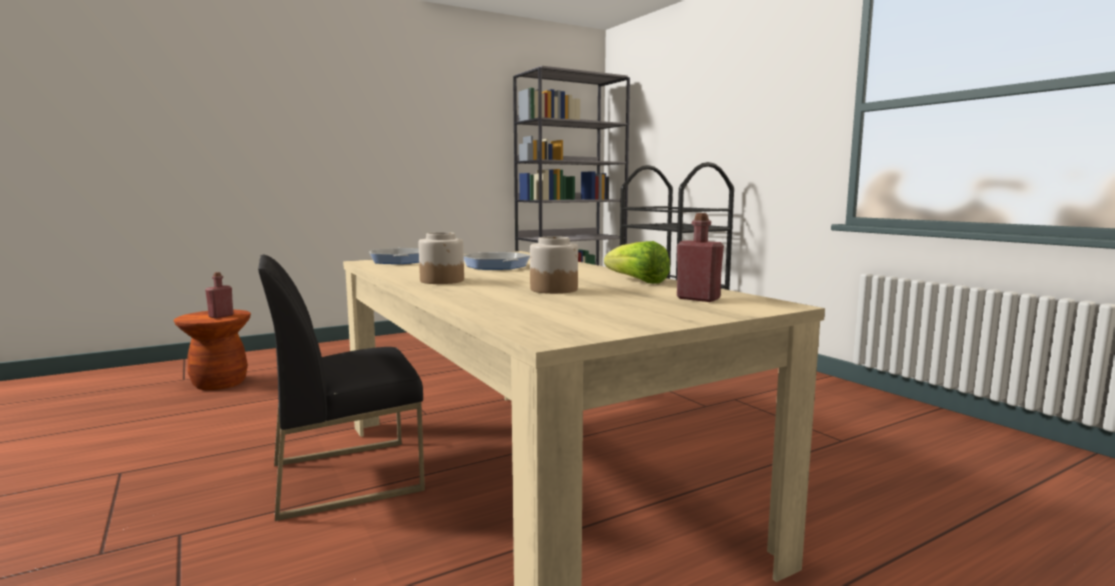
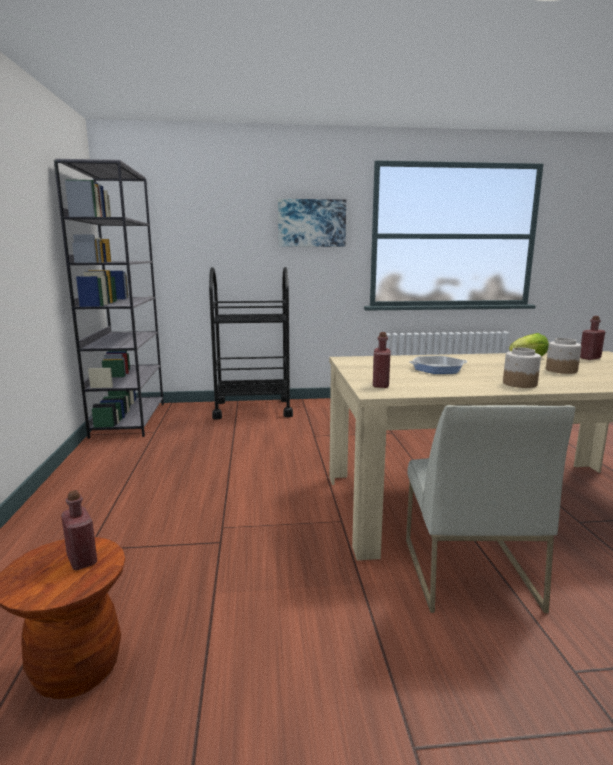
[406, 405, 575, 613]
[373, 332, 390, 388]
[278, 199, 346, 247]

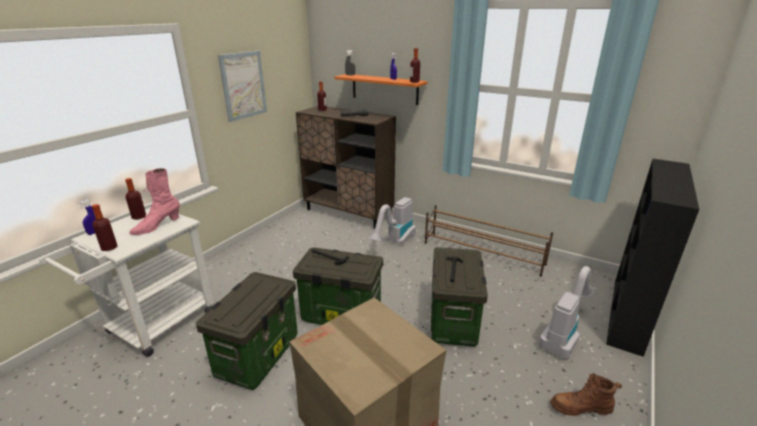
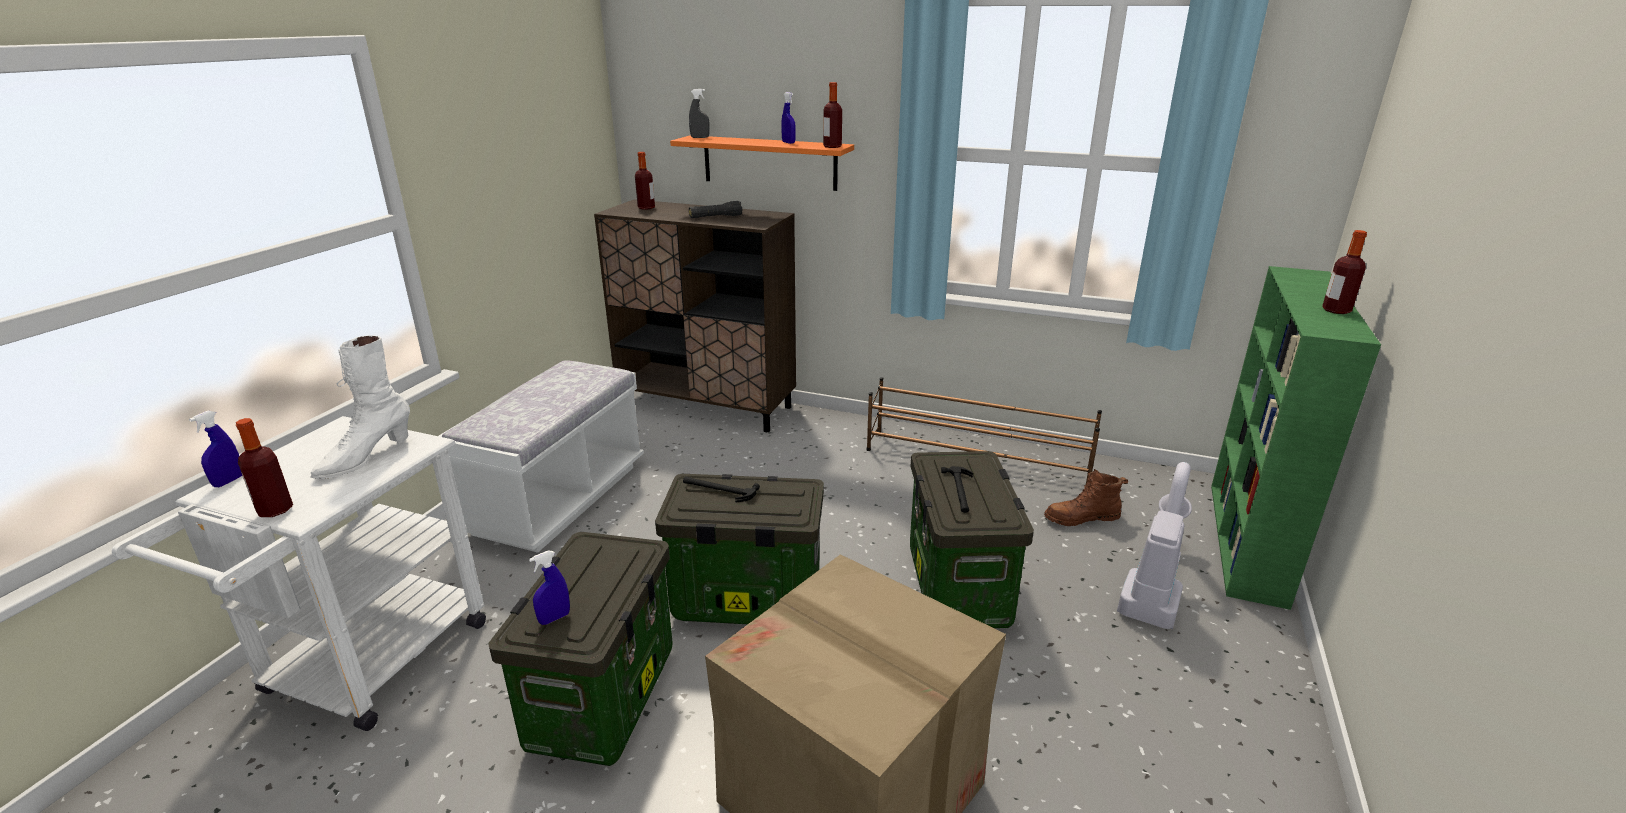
[1322, 230, 1367, 314]
[310, 336, 410, 479]
[218, 51, 267, 122] (first image)
[369, 197, 416, 244] (first image)
[1044, 469, 1128, 526]
[1211, 266, 1381, 610]
[439, 360, 644, 553]
[529, 551, 570, 625]

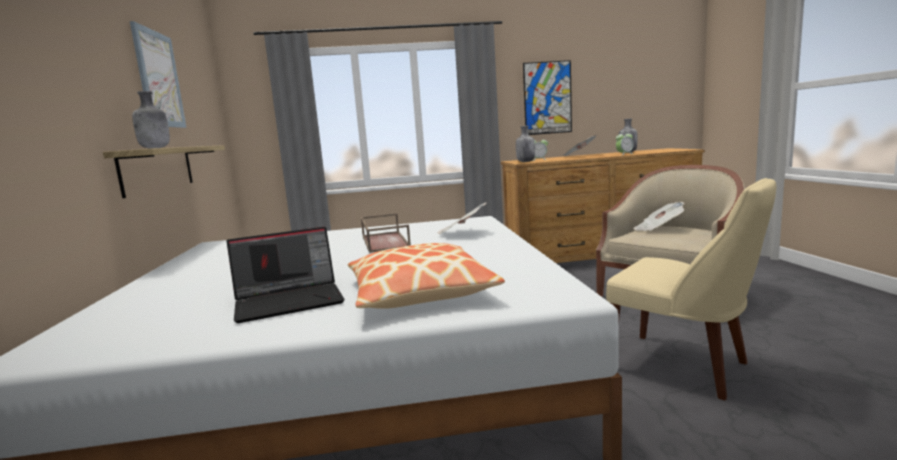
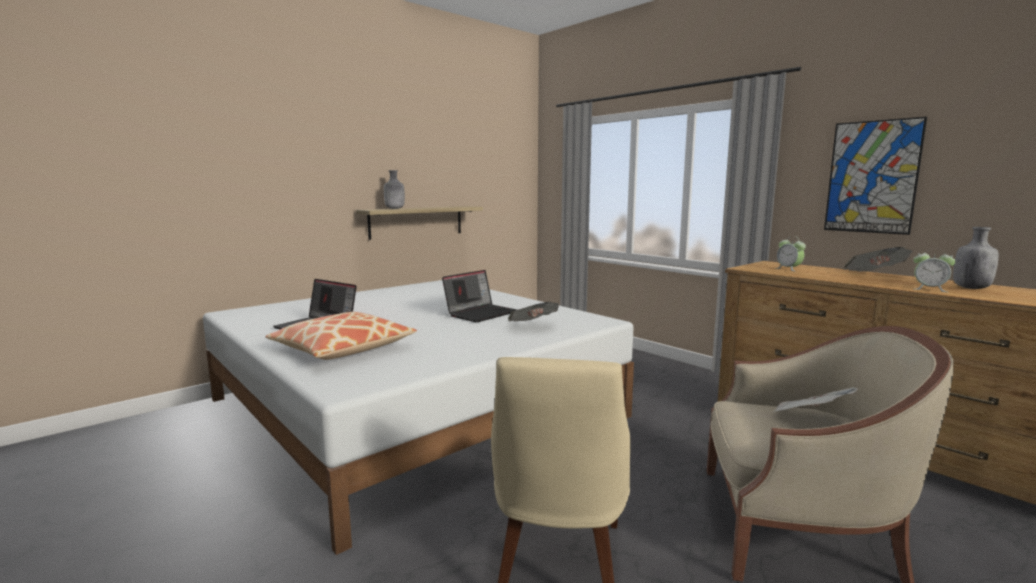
[130, 21, 186, 128] (first image)
[442, 270, 517, 322]
[516, 126, 535, 162] (first image)

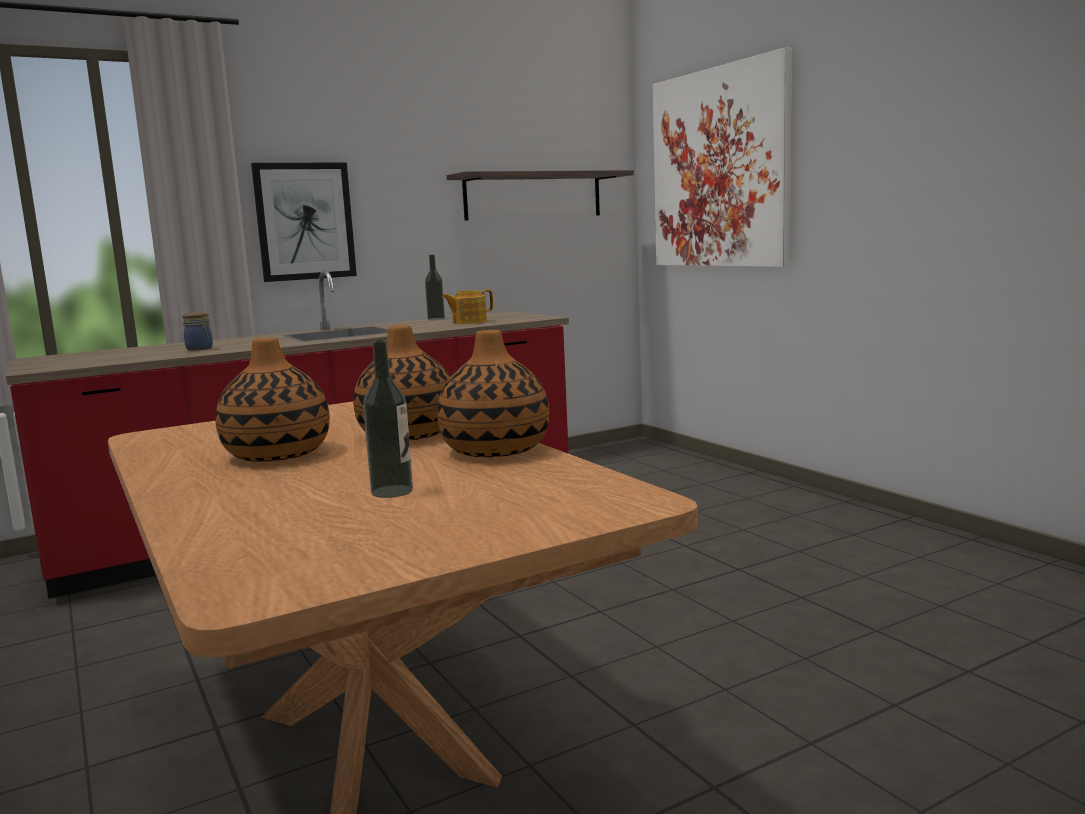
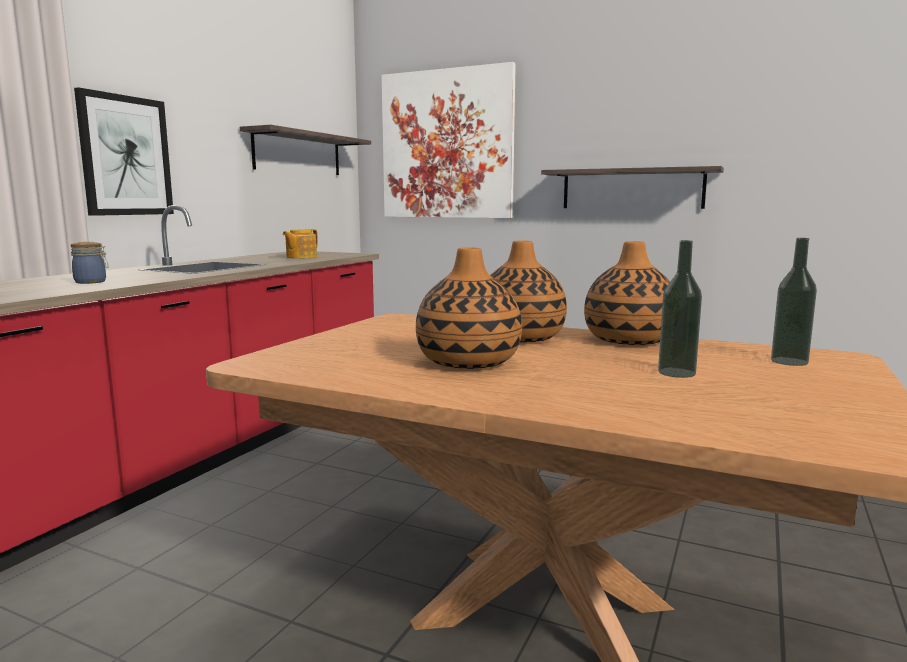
[771, 238, 817, 366]
[541, 166, 724, 209]

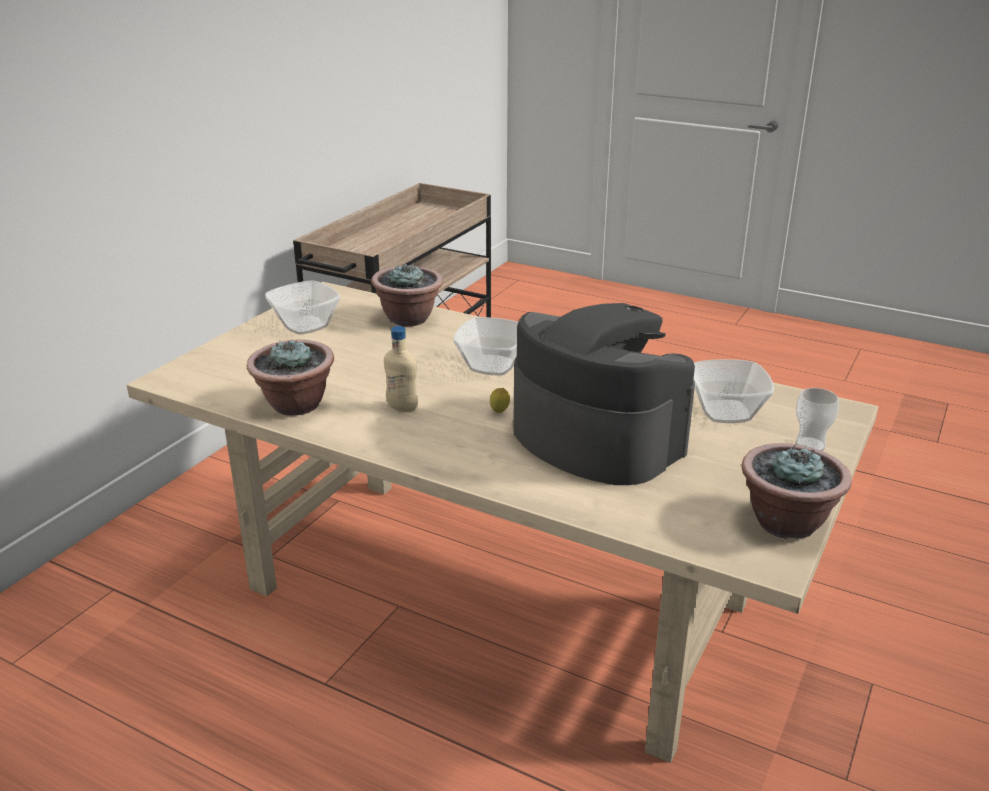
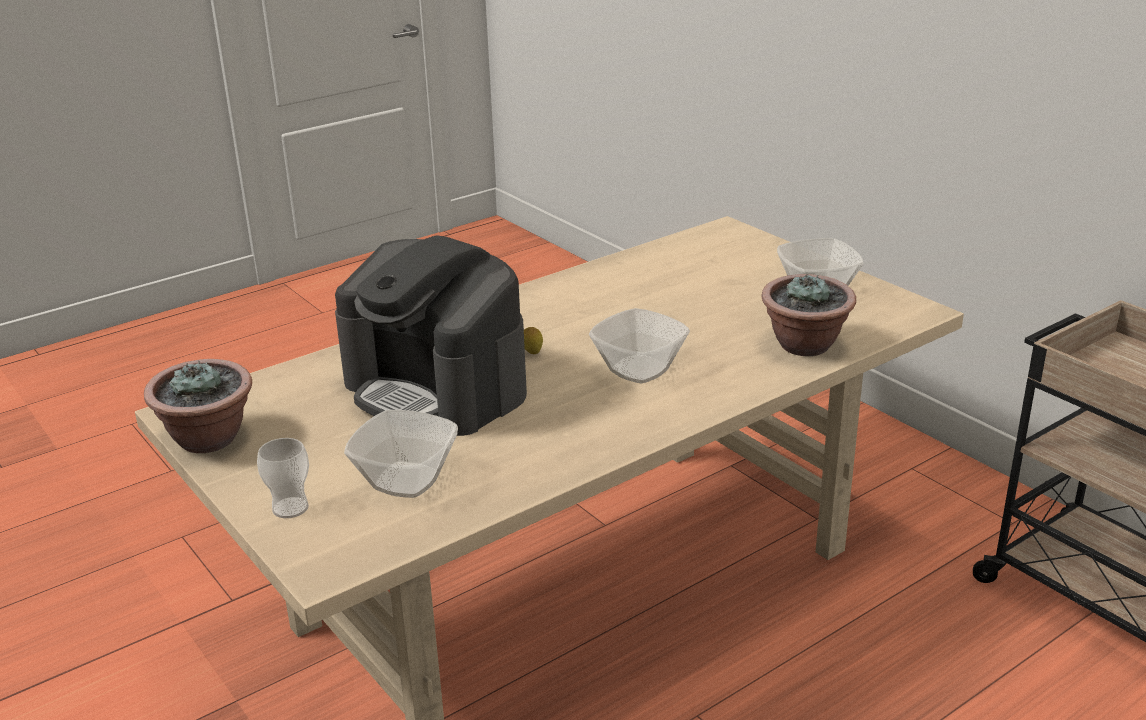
[247, 339, 334, 416] (first image)
[384, 326, 418, 412] (first image)
[335, 235, 527, 436]

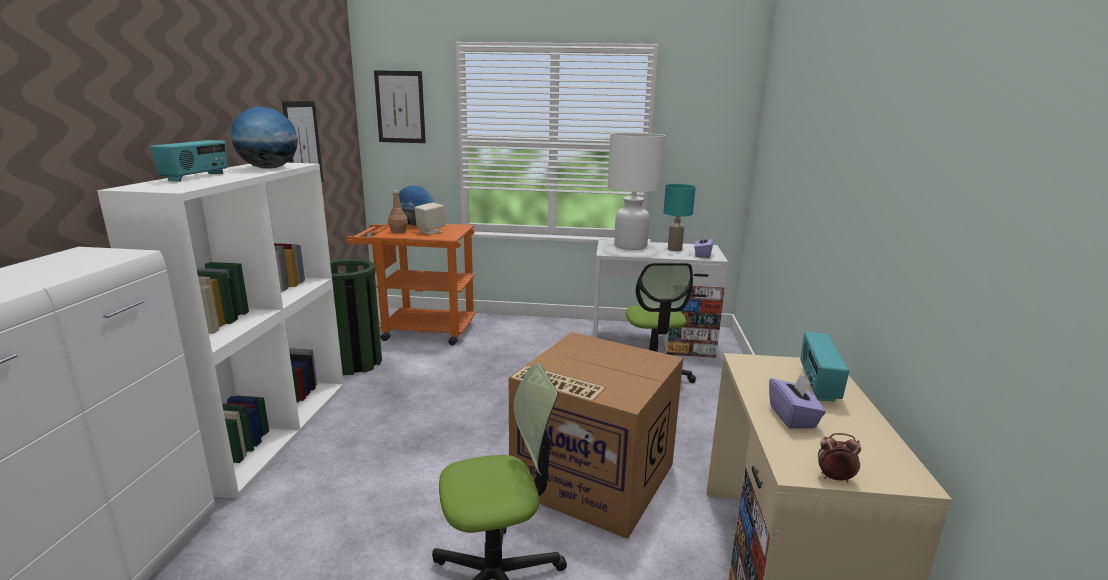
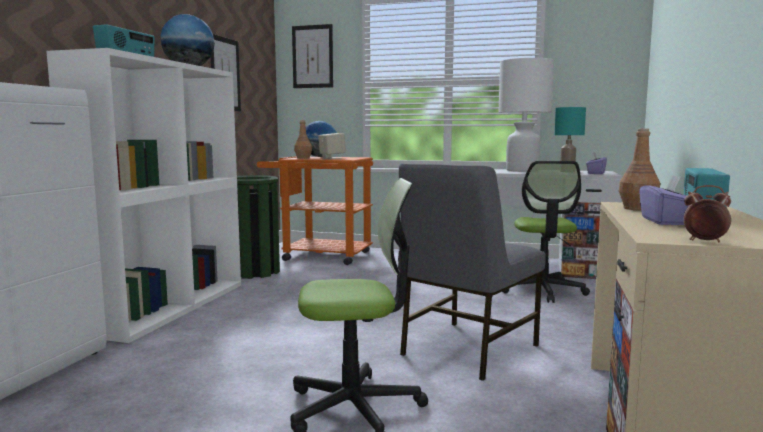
[399, 164, 546, 381]
[619, 128, 660, 211]

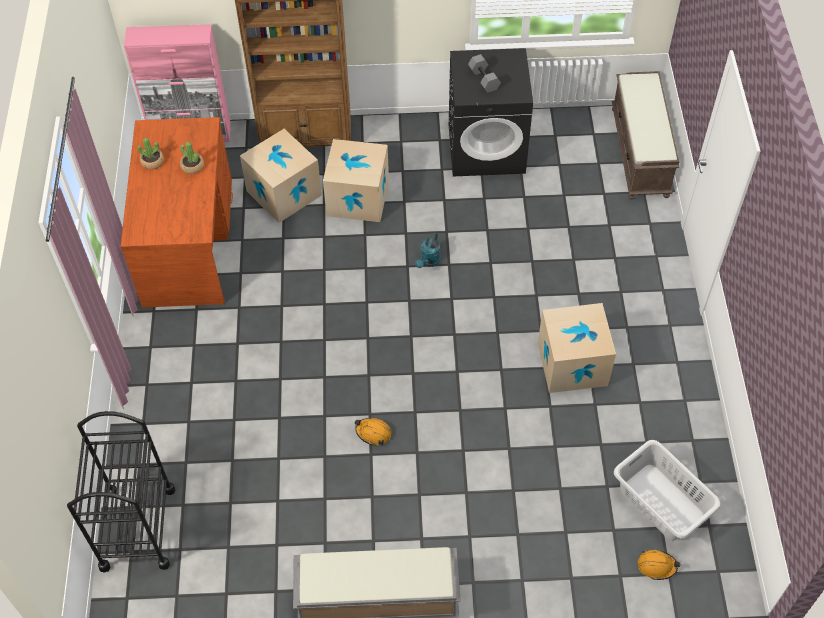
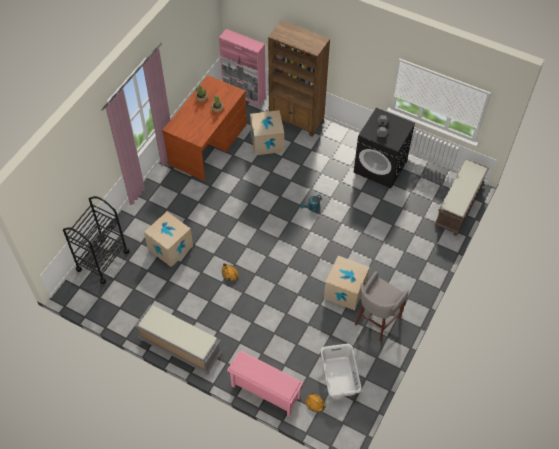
[144, 212, 193, 267]
[227, 350, 303, 417]
[355, 271, 409, 341]

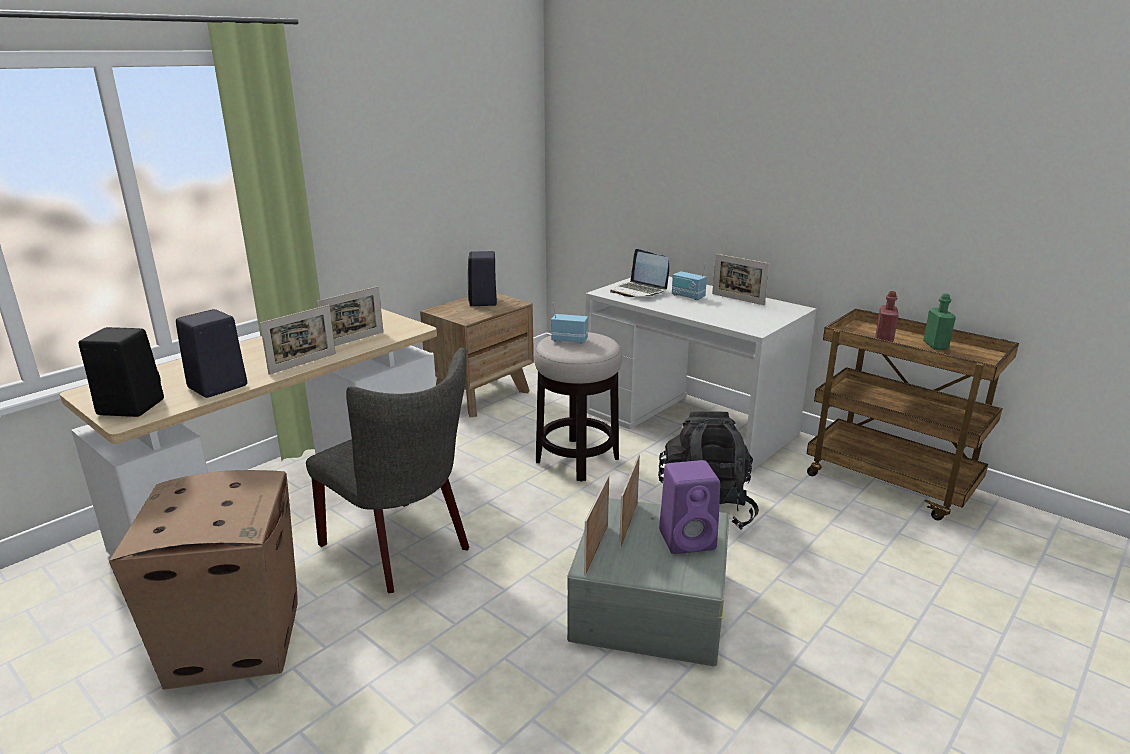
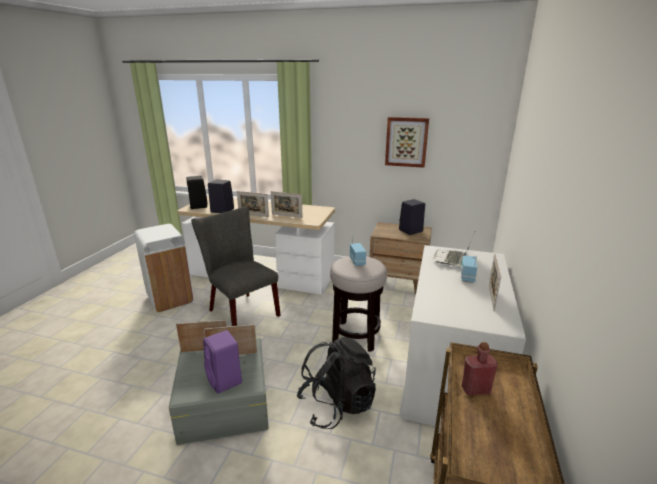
[134, 224, 194, 313]
[191, 206, 281, 326]
[923, 293, 956, 350] (first image)
[385, 117, 429, 168]

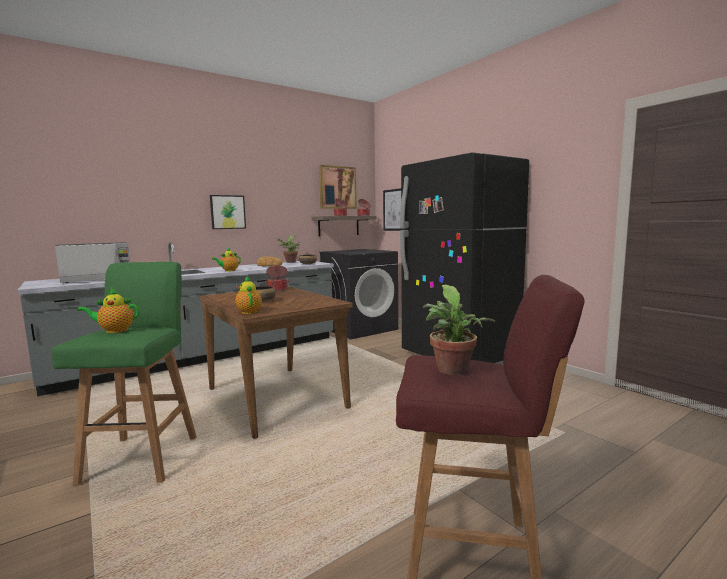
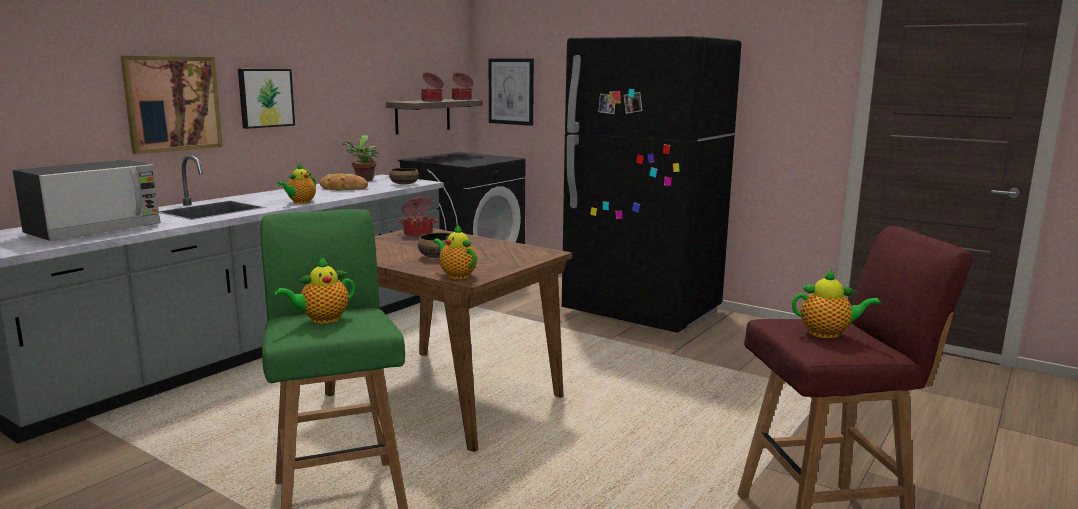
[120, 56, 223, 154]
[792, 269, 881, 338]

